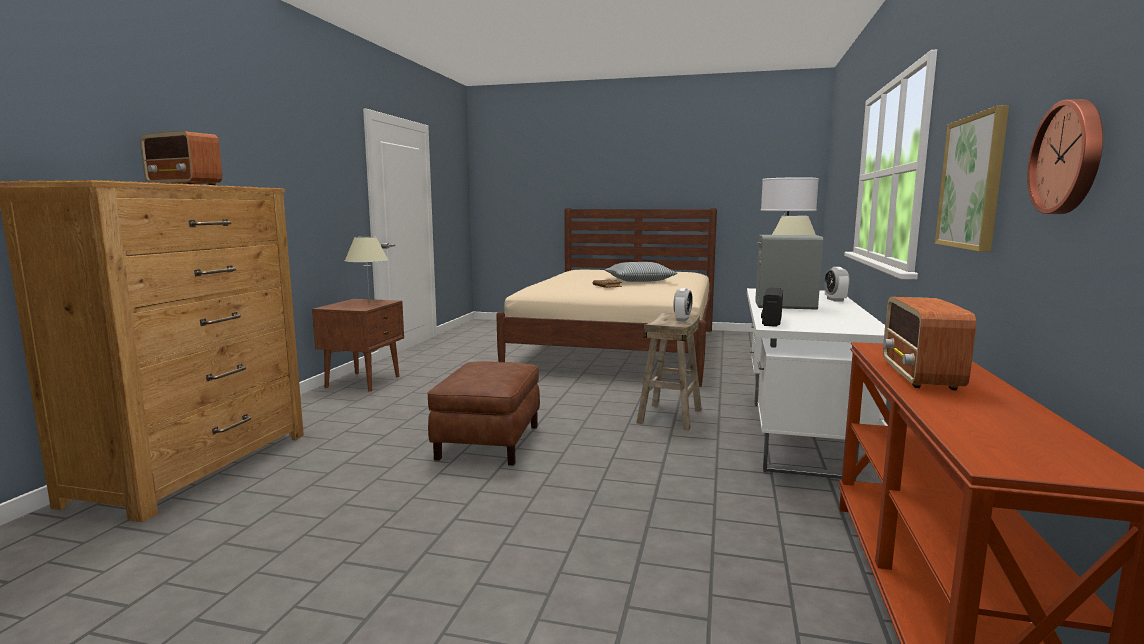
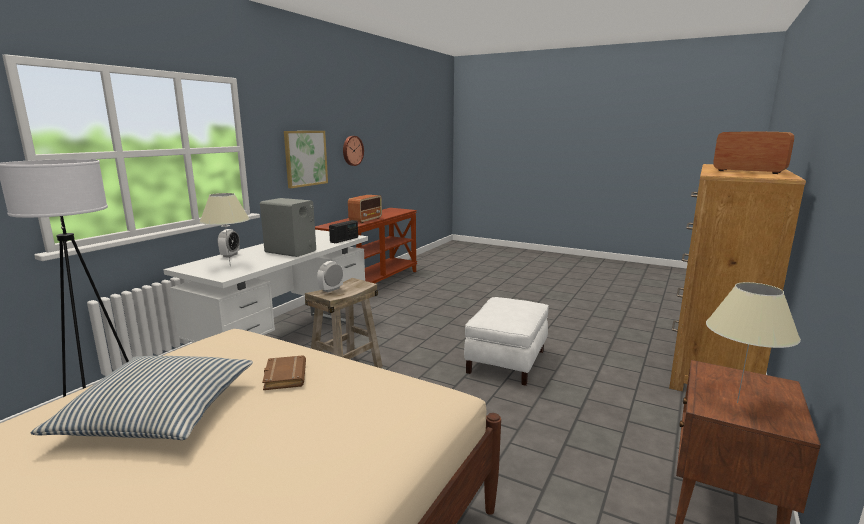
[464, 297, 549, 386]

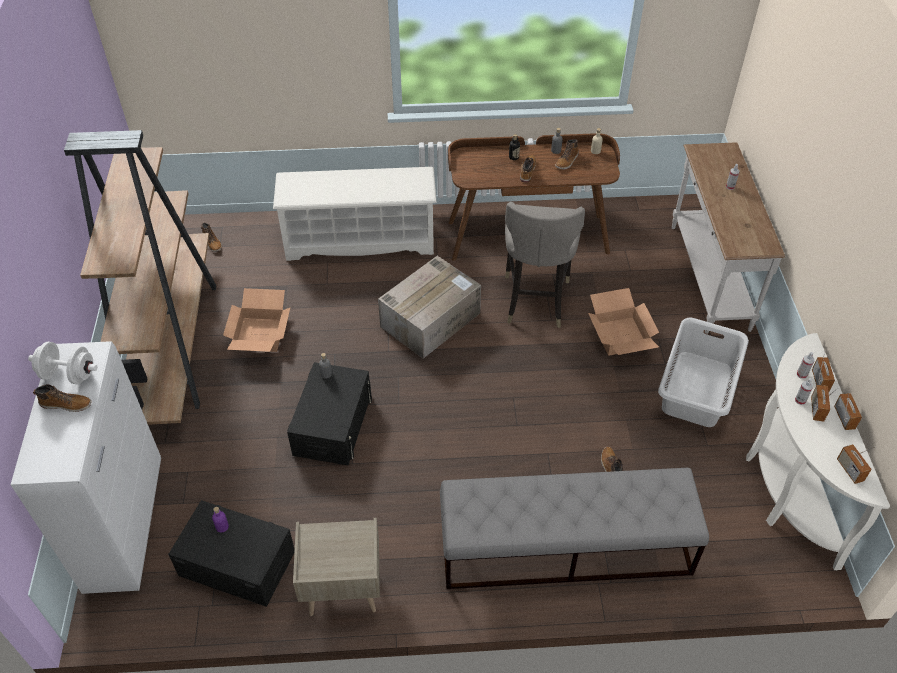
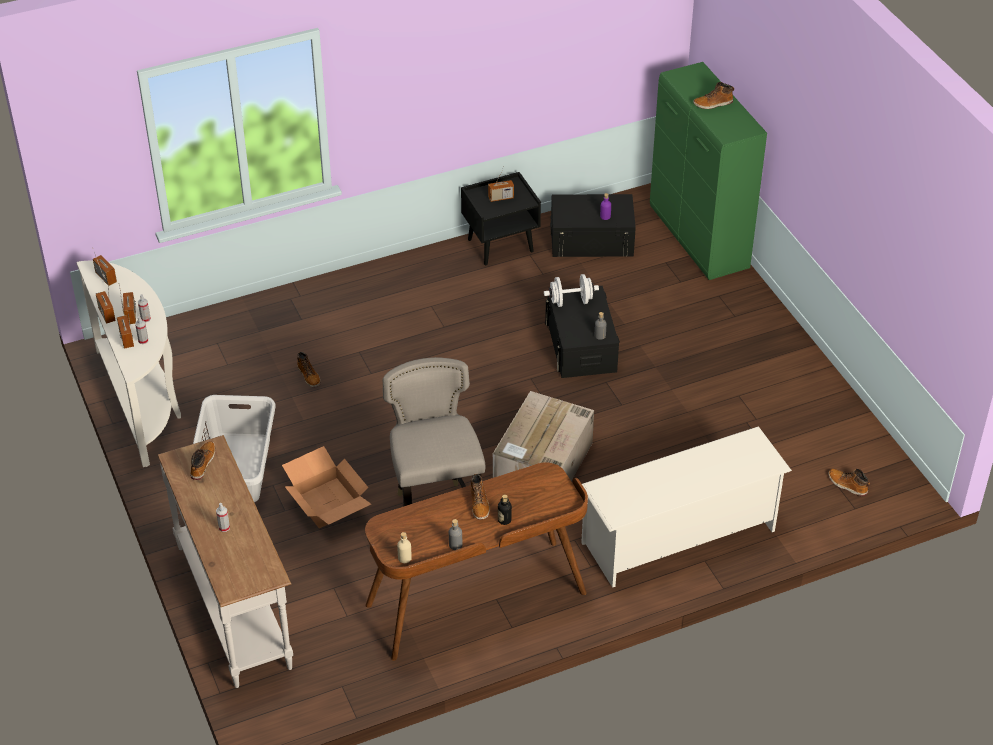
[650, 62, 767, 280]
[544, 274, 599, 307]
[64, 130, 216, 425] (first image)
[223, 288, 291, 352] (first image)
[461, 172, 541, 266]
[440, 468, 709, 589] (first image)
[190, 441, 215, 480]
[488, 169, 514, 202]

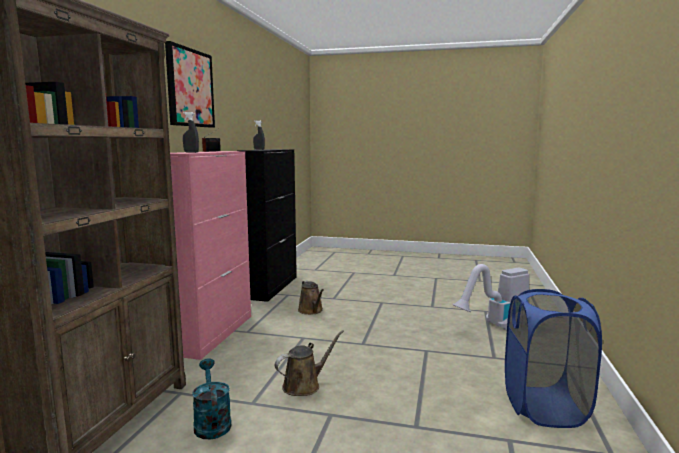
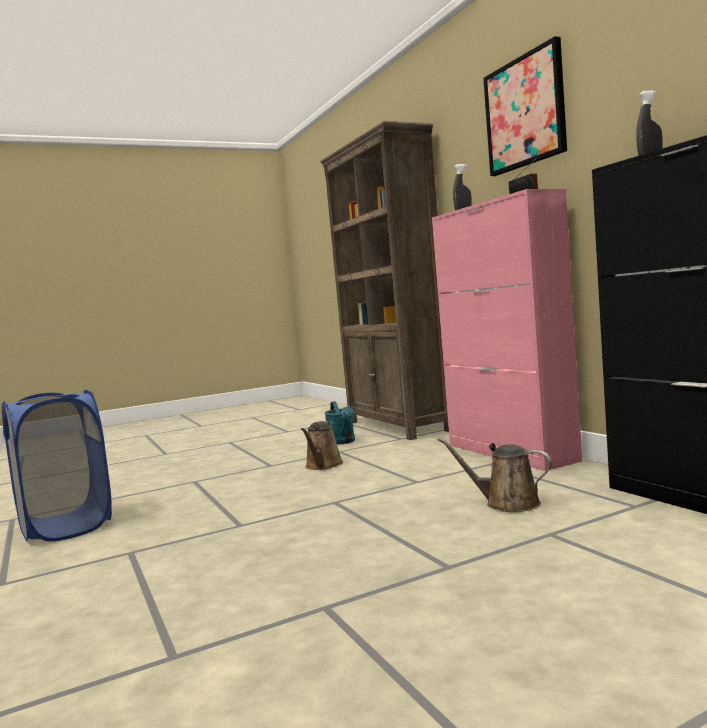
[325, 401, 355, 445]
[452, 264, 529, 330] (first image)

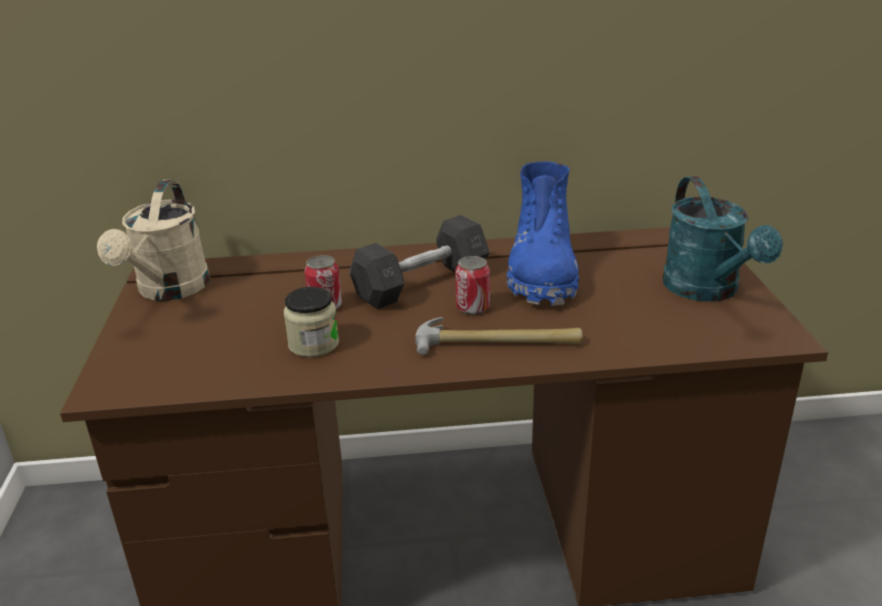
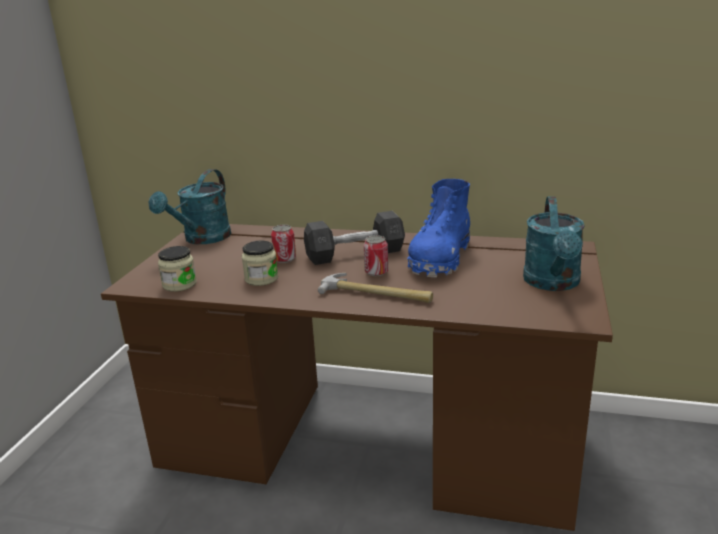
[149, 169, 231, 244]
[158, 246, 197, 292]

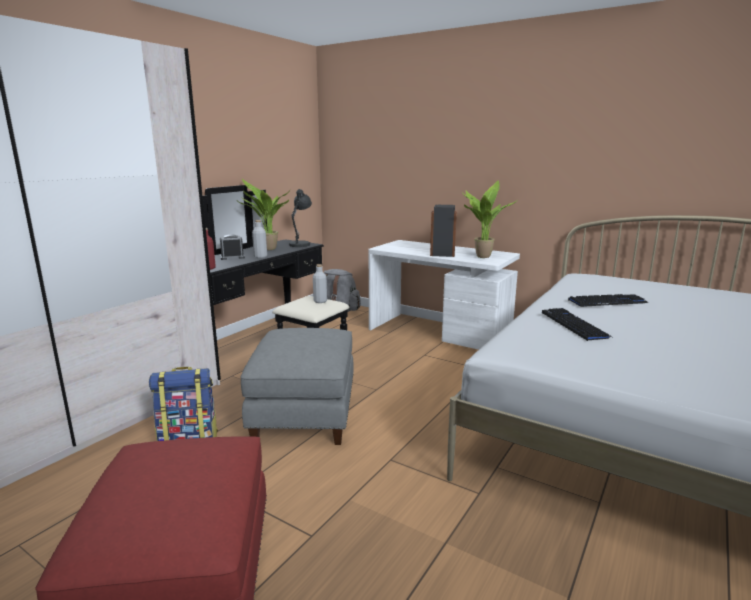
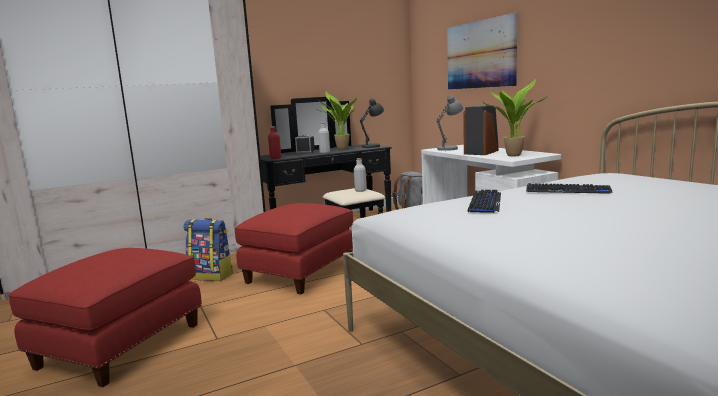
[235, 203, 353, 294]
[437, 95, 463, 152]
[447, 13, 517, 90]

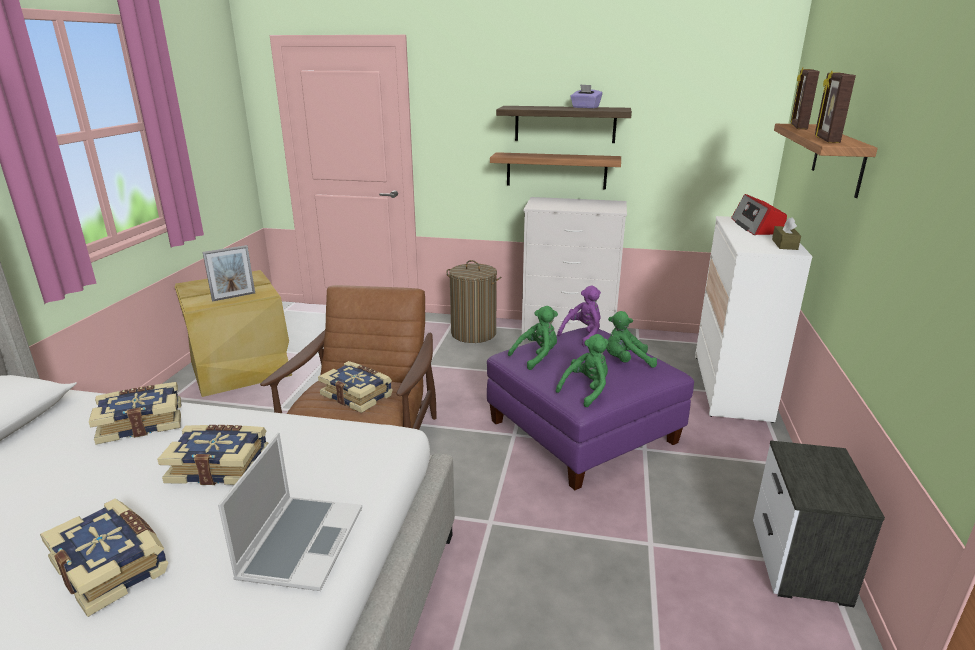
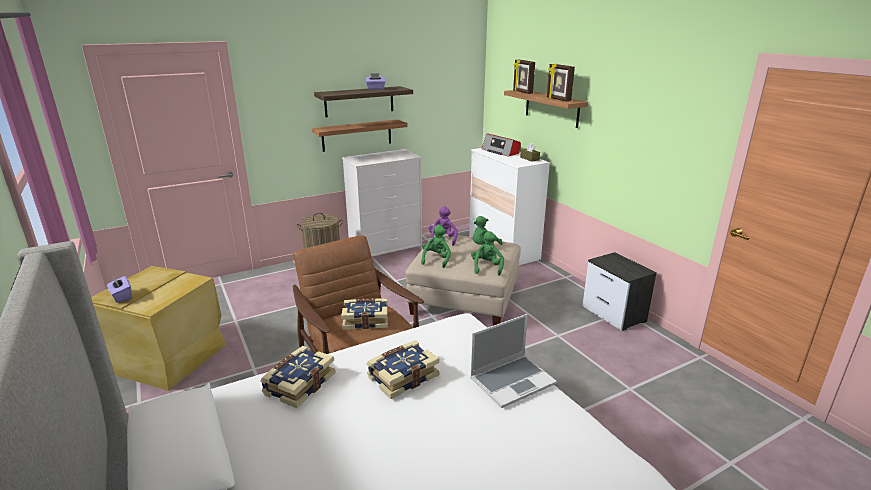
[40, 499, 168, 617] (first image)
[203, 245, 255, 302] (first image)
[470, 314, 557, 408]
[406, 235, 521, 326]
[107, 275, 132, 303]

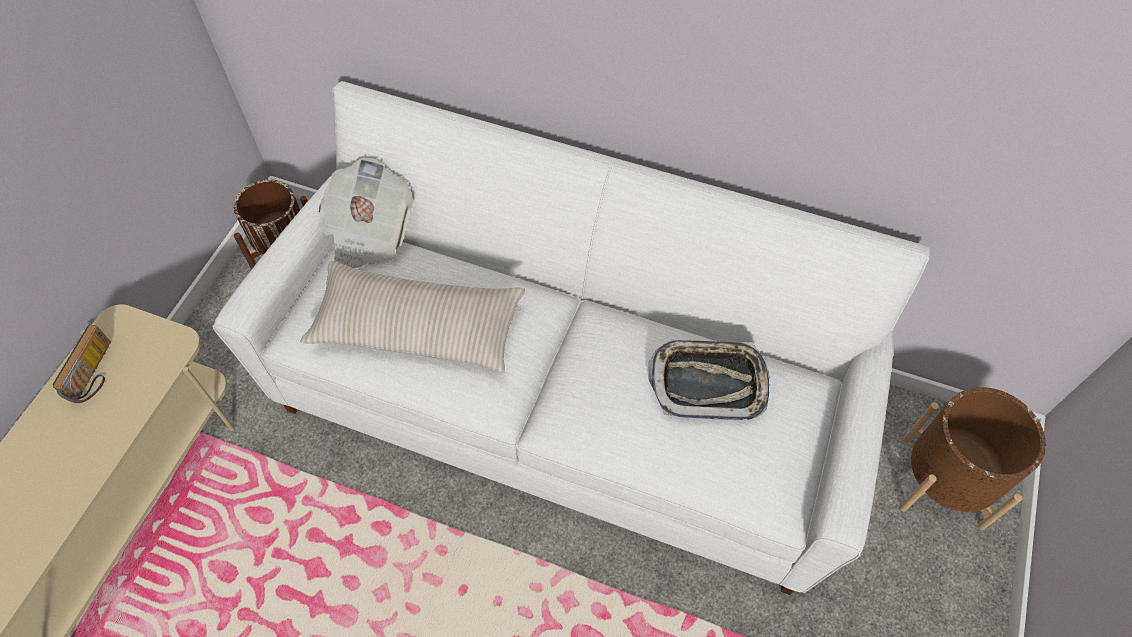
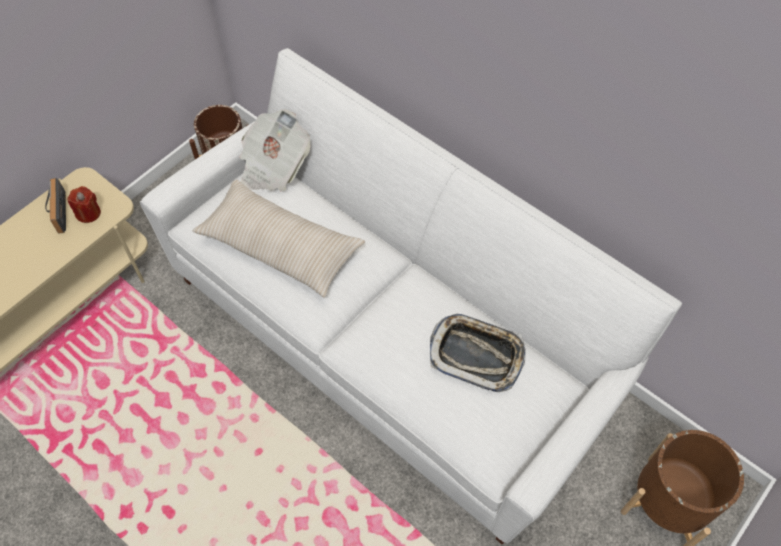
[45, 178, 66, 233]
[68, 186, 101, 223]

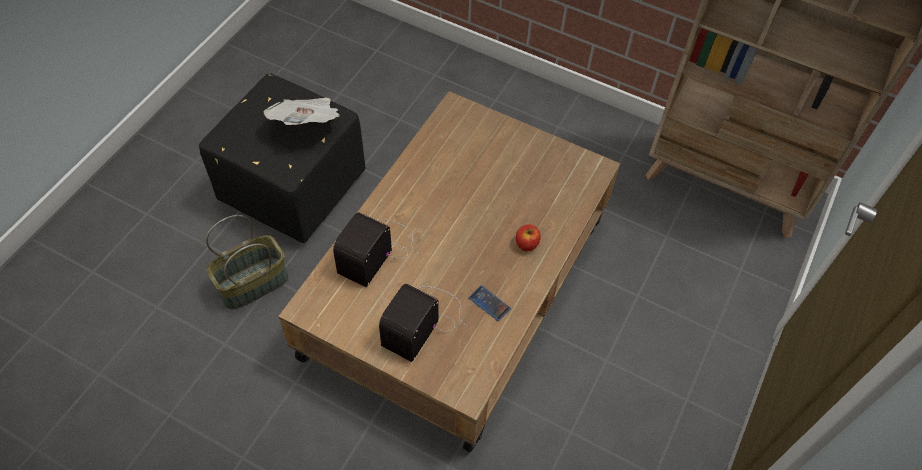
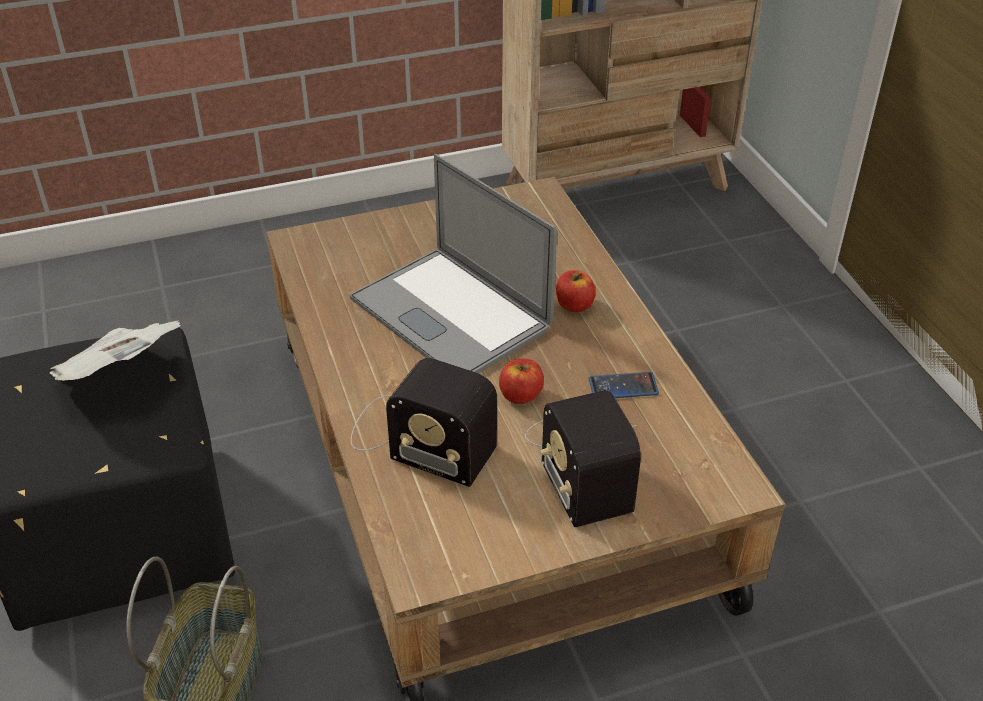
[351, 358, 497, 487]
[350, 154, 557, 373]
[499, 358, 544, 404]

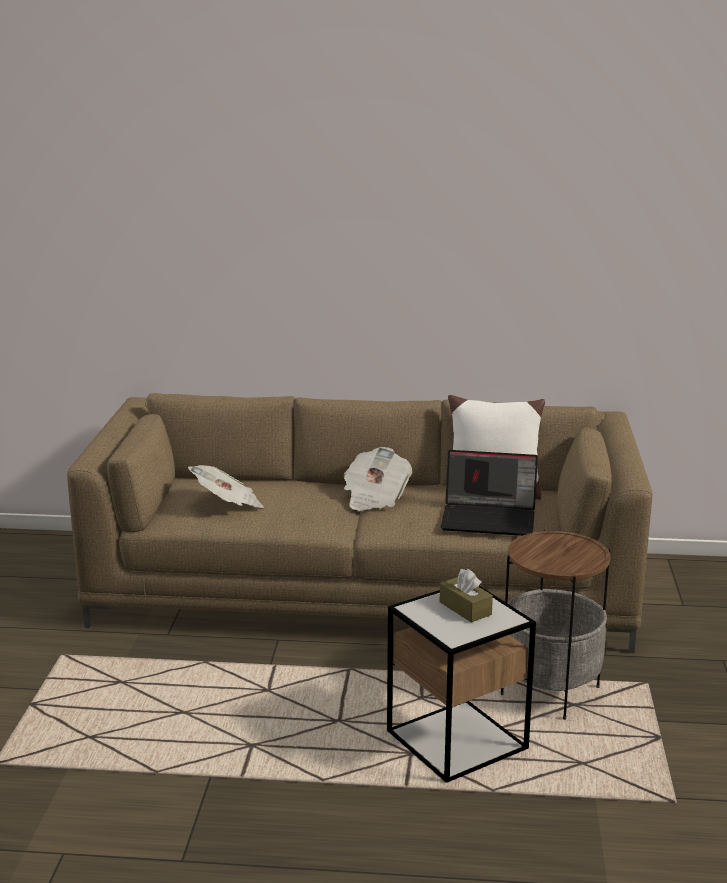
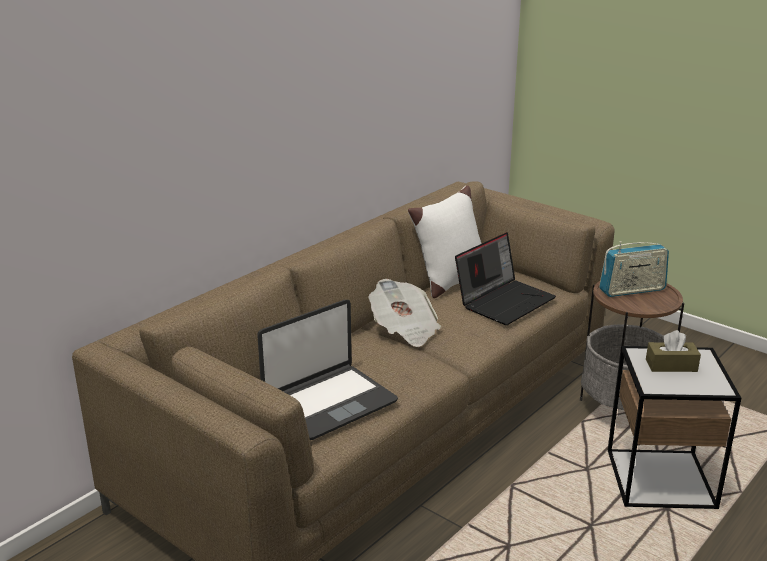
[257, 300, 398, 440]
[599, 241, 669, 297]

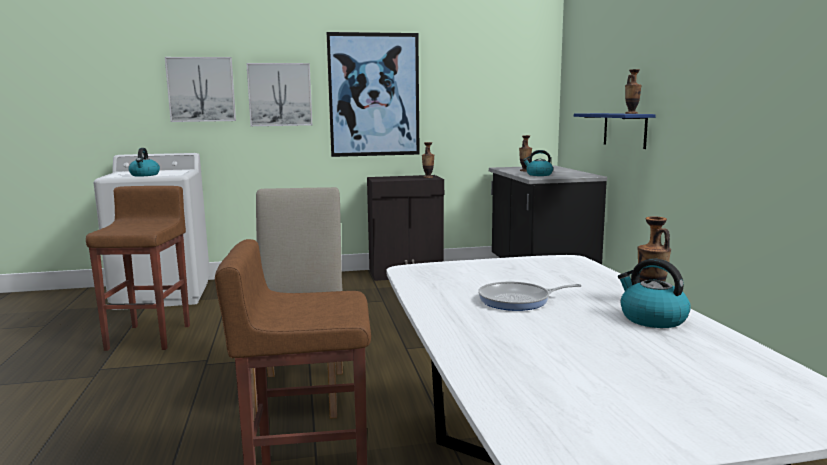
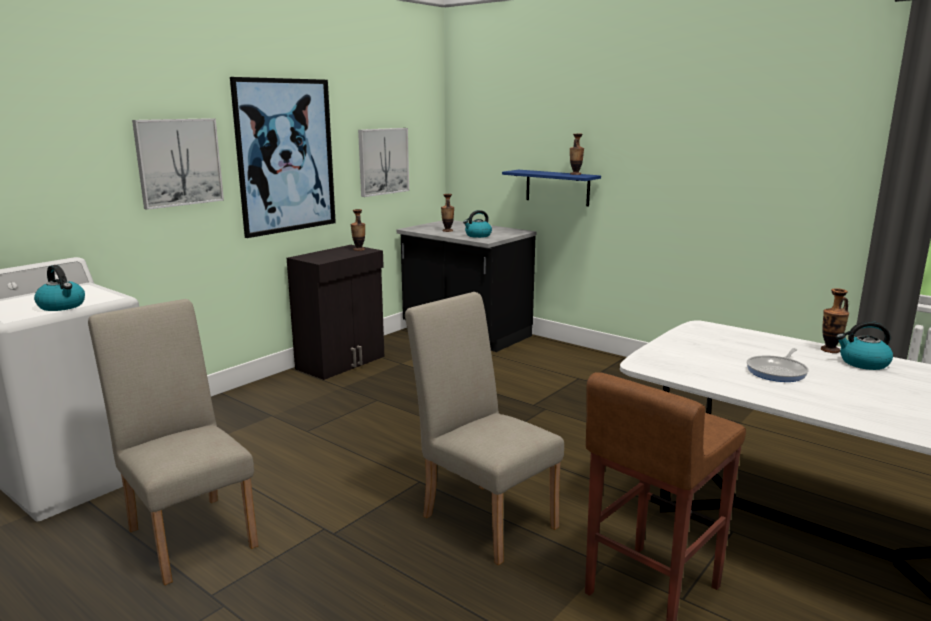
[88, 299, 258, 585]
[358, 128, 409, 197]

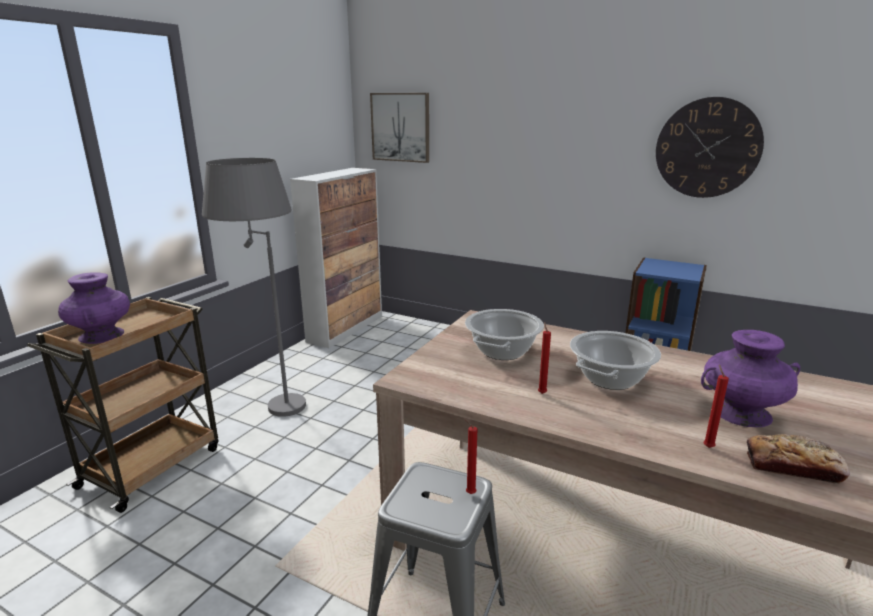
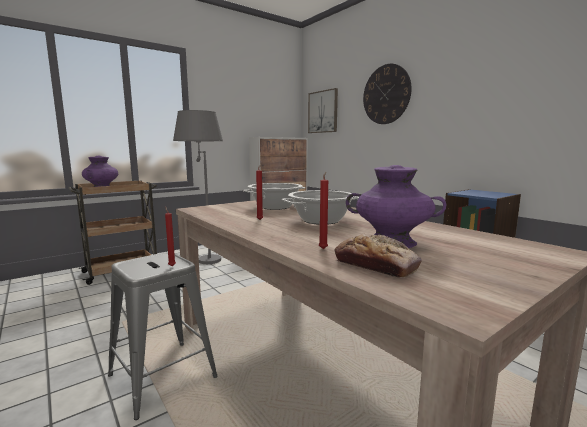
[363, 64, 411, 124]

